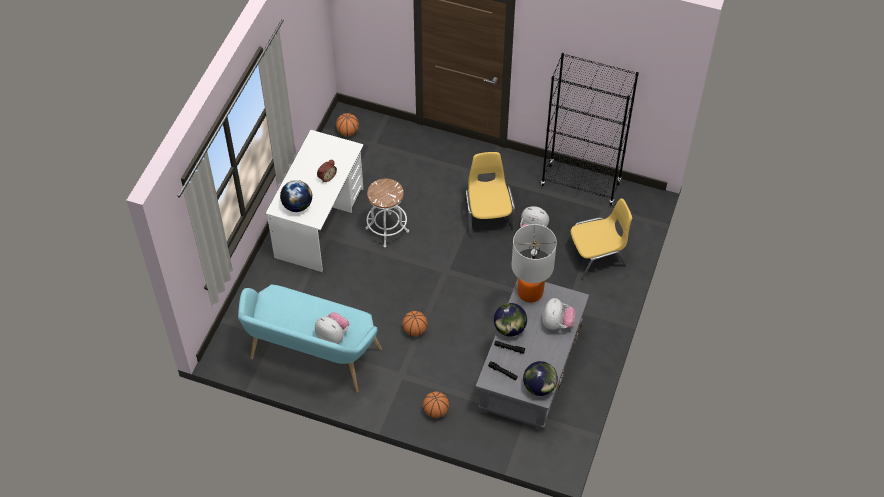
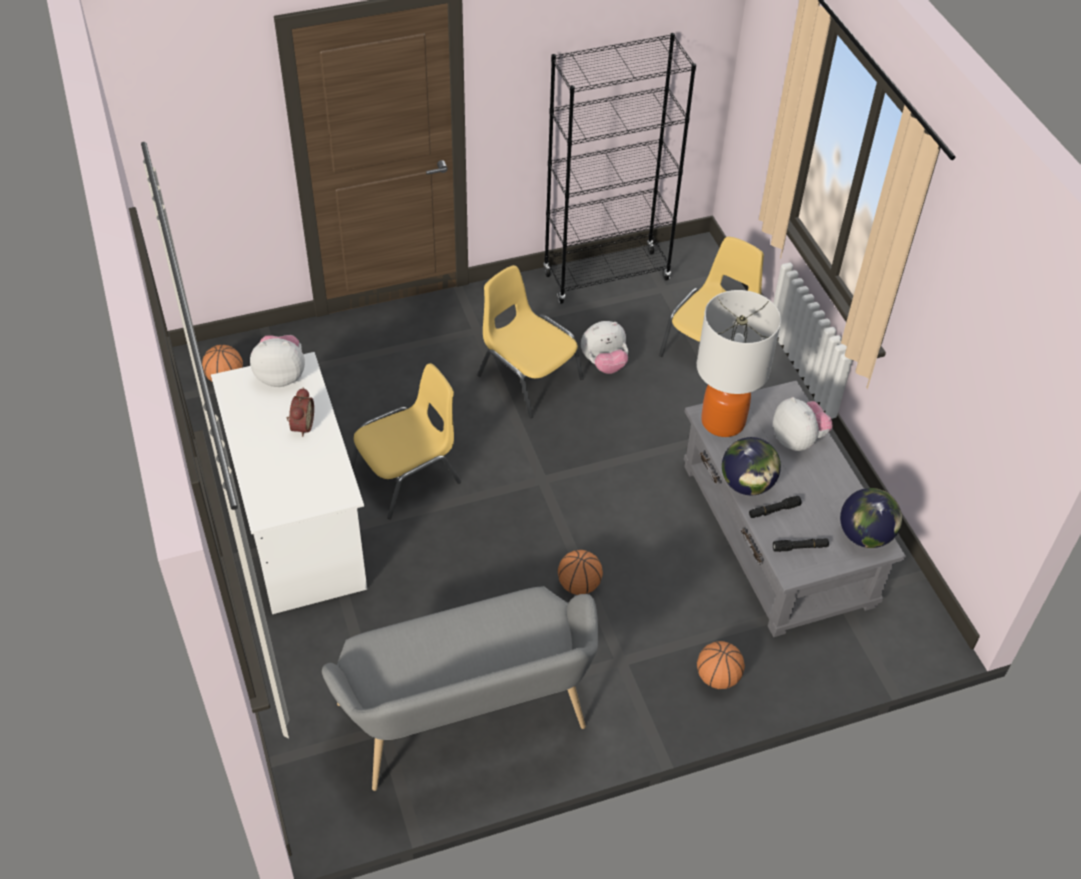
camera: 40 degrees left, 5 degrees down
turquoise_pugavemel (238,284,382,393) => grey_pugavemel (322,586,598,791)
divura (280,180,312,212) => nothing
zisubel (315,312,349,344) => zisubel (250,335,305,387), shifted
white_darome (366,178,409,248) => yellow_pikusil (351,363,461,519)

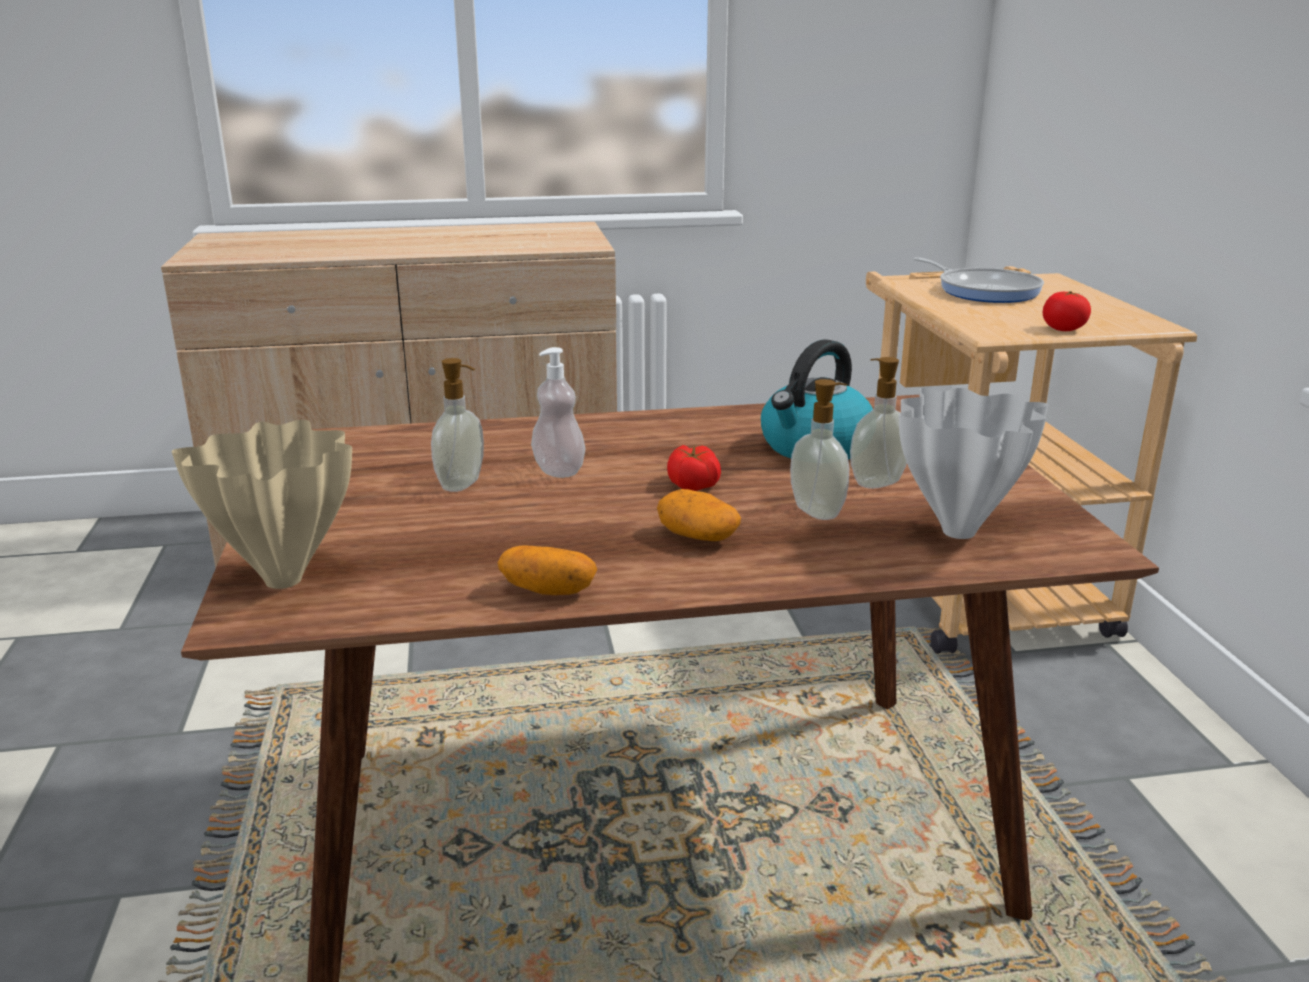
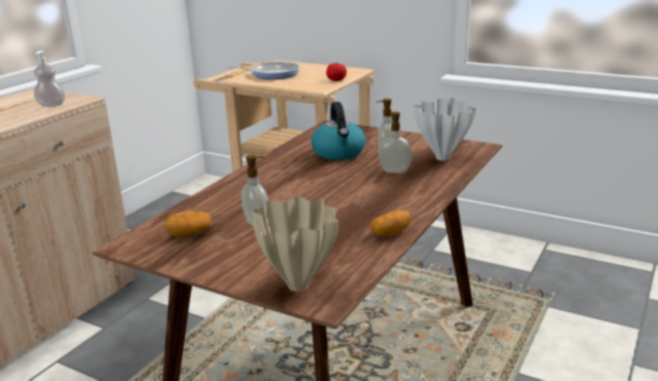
camera: 50 degrees left, 0 degrees up
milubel (531,347,586,478) => milubel (34,51,65,107), shifted
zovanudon (657,489,741,541) => zovanudon (165,211,212,237), shifted
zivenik (667,445,721,491) => nothing

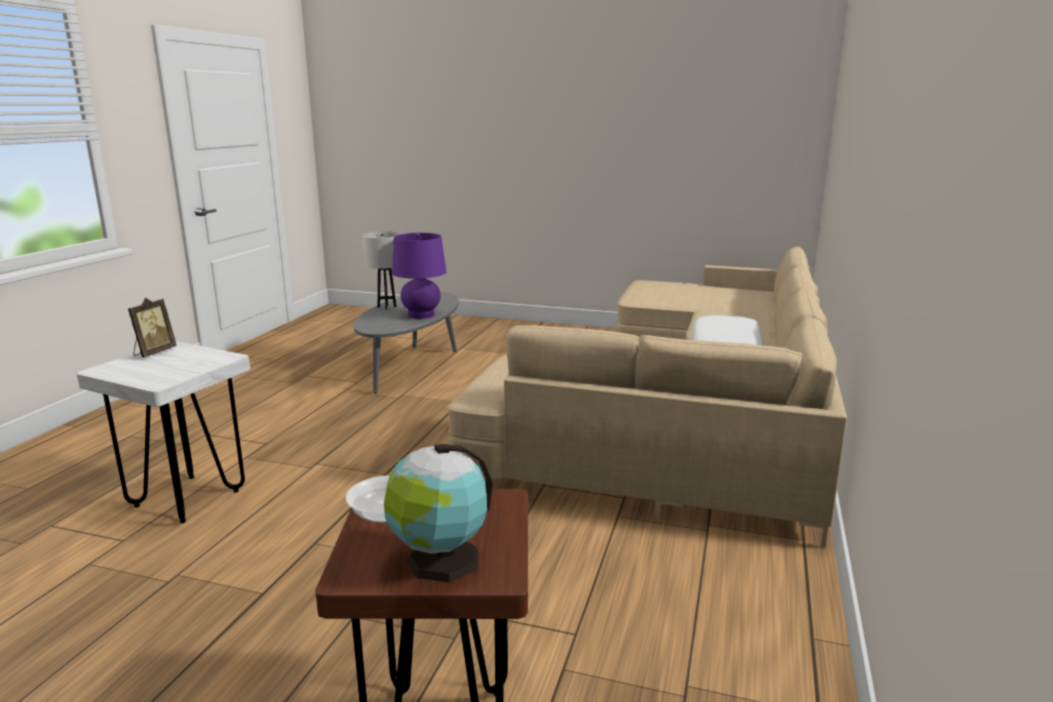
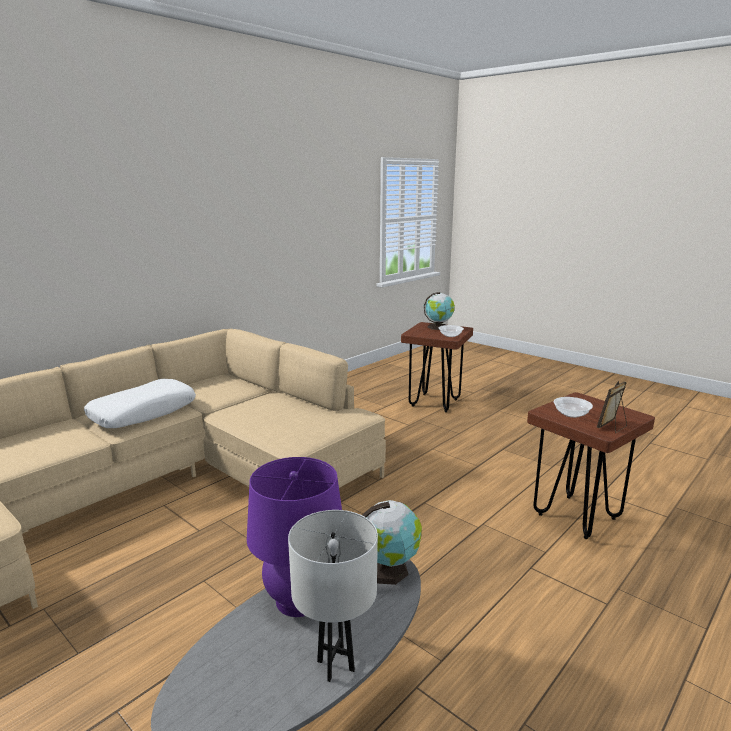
camera: 155 degrees left, 0 degrees up
white_darome (76,342,250,523) => brown_darome (527,392,655,539)
nothing => divura (362,500,422,585)
nothing => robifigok (554,397,593,418)

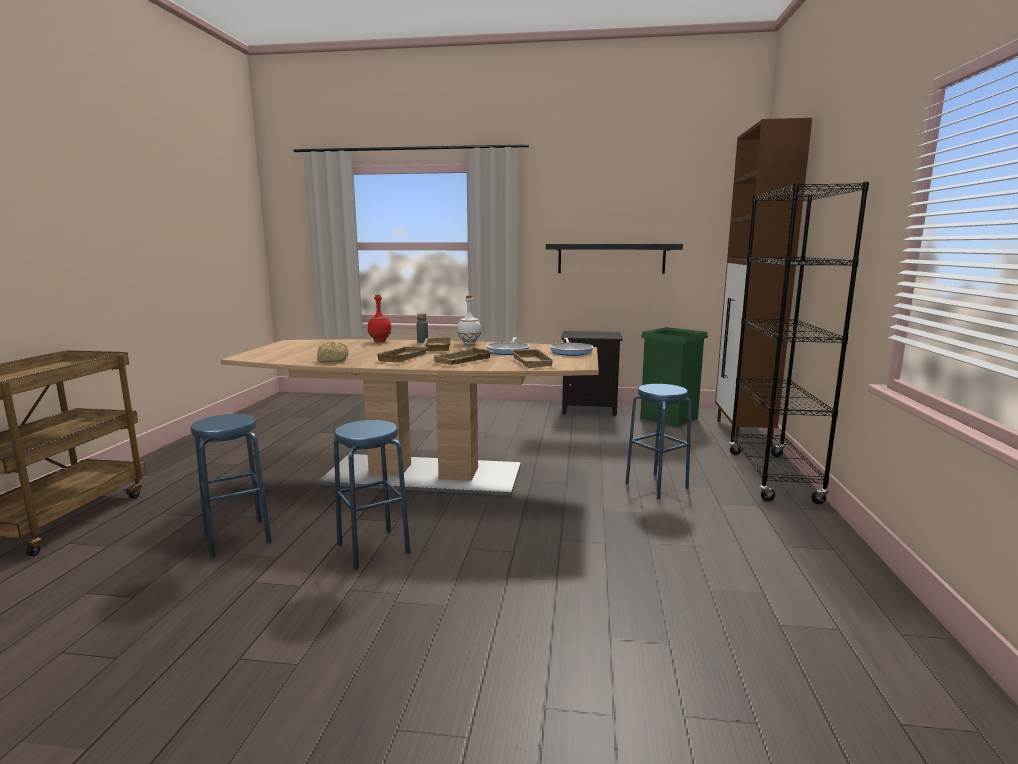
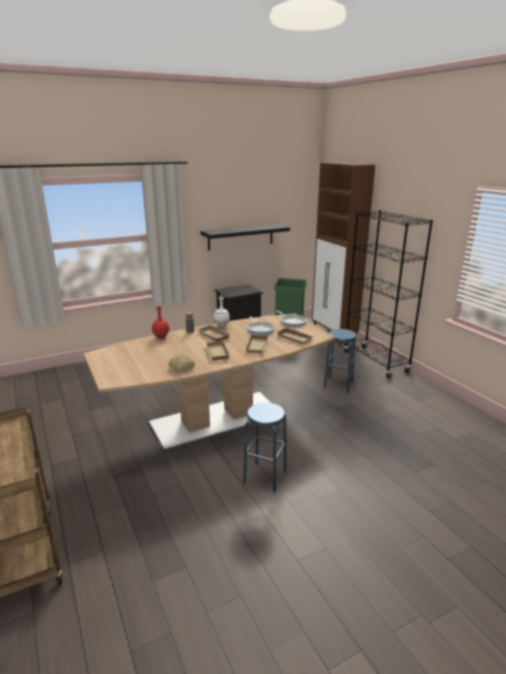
camera: 35 degrees left, 10 degrees up
blue_darome (191,414,272,558) => nothing

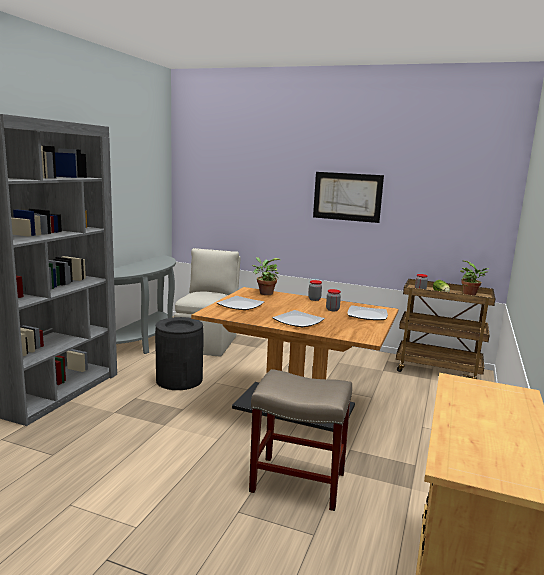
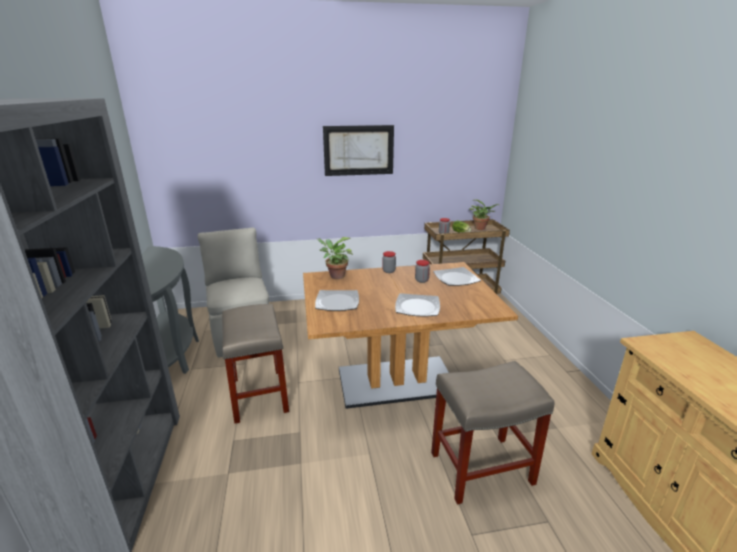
camera: 30 degrees left, 10 degrees up
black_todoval (155,317,204,390) => beige_darome (222,304,289,424)

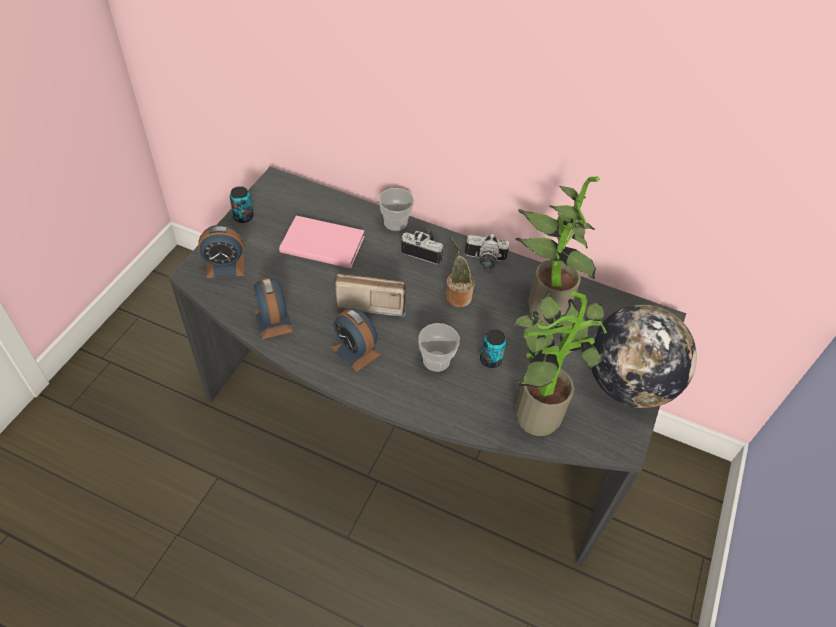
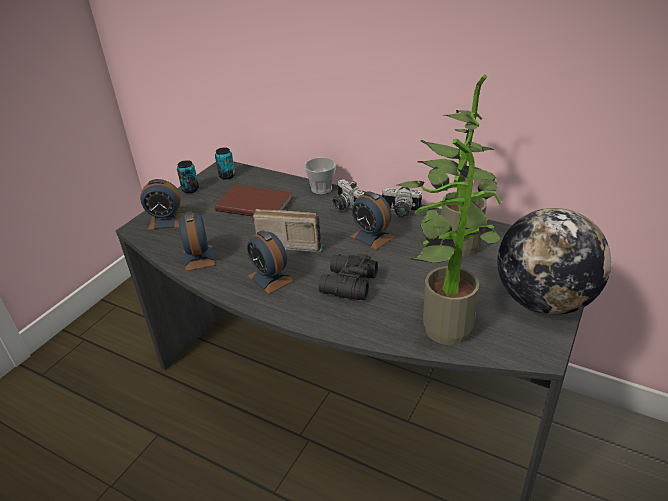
camera: 10 degrees right, 15 degrees down
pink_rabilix (279,215,365,268) => brown_rabilix (215,185,293,217)
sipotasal (401,229,443,264) => sipotasal (332,179,364,210), 150 degrees counterclockwise
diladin (418,323,460,372) => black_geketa (319,254,378,300)
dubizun (445,237,474,308) => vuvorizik (350,191,394,250)
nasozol (480,329,507,368) => nasozol (215,147,235,180), shifted

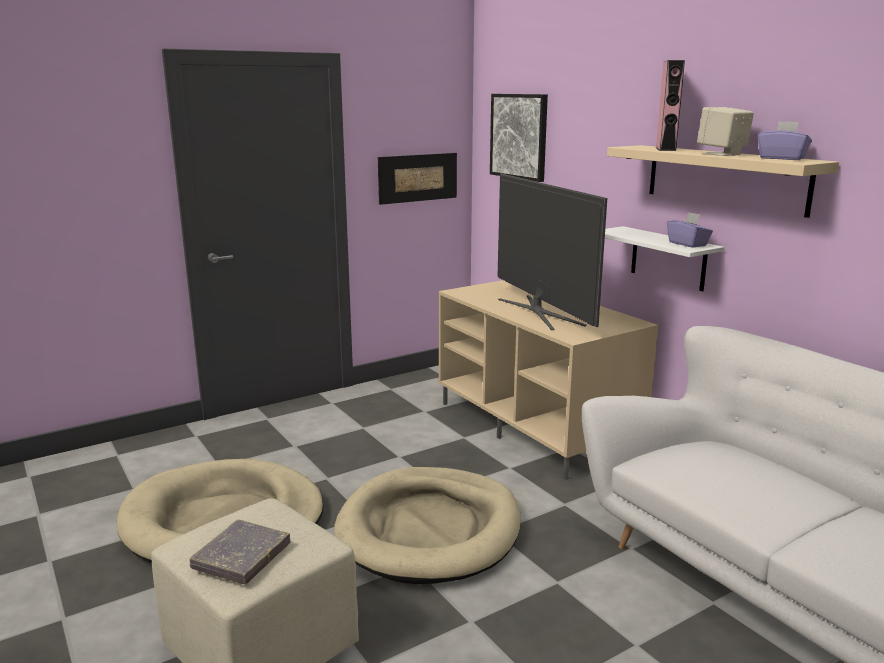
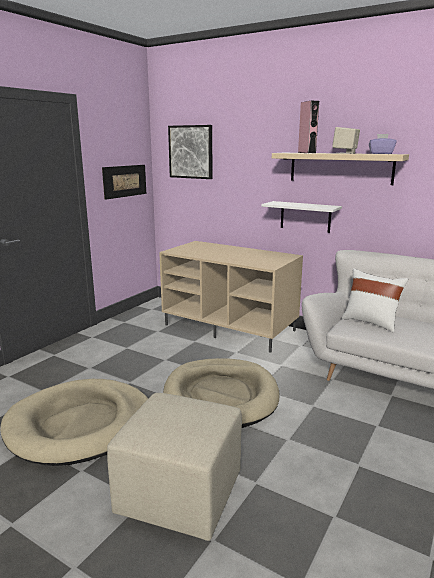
camera: 25 degrees left, 0 degrees up
grey_rabilix (189,520,290,584) => nothing
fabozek (498,174,607,330) => nothing
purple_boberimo (667,212,713,247) => nothing
nothing => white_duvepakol (342,268,408,332)

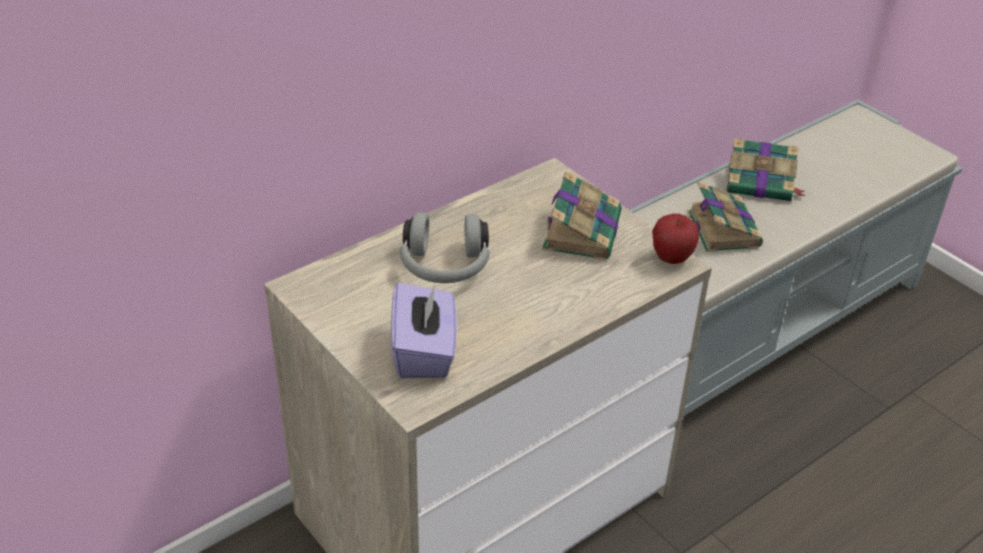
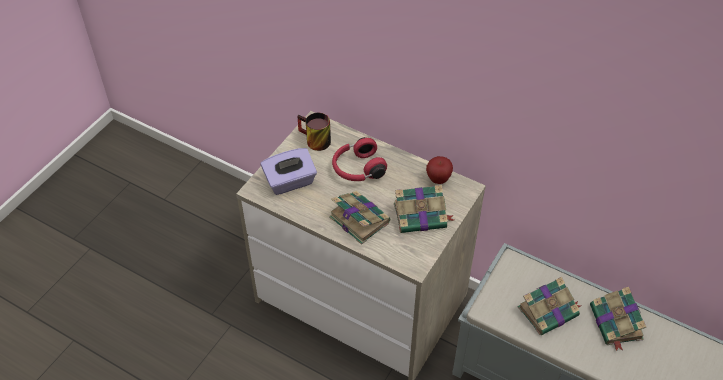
camera: 70 degrees right, 10 degrees up
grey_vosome (400,212,490,283) => red_vosome (332,137,387,181)
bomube (652,213,699,264) => bomube (426,156,453,184), shifted
nothing => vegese (297,113,331,151)
nothing => rabilix (329,191,390,245)

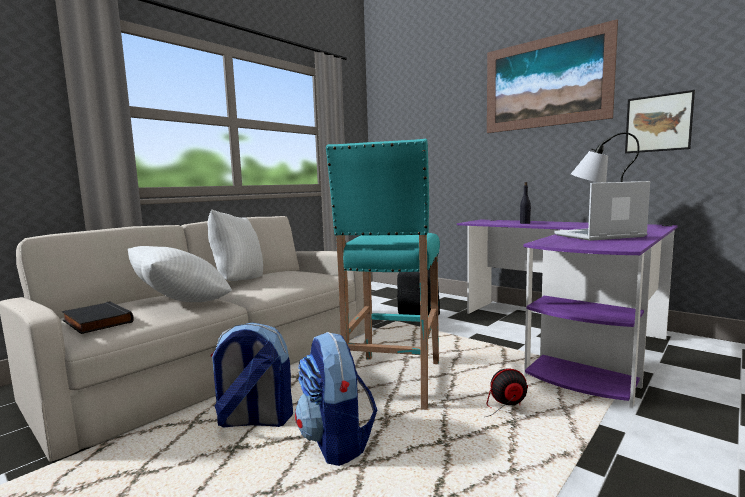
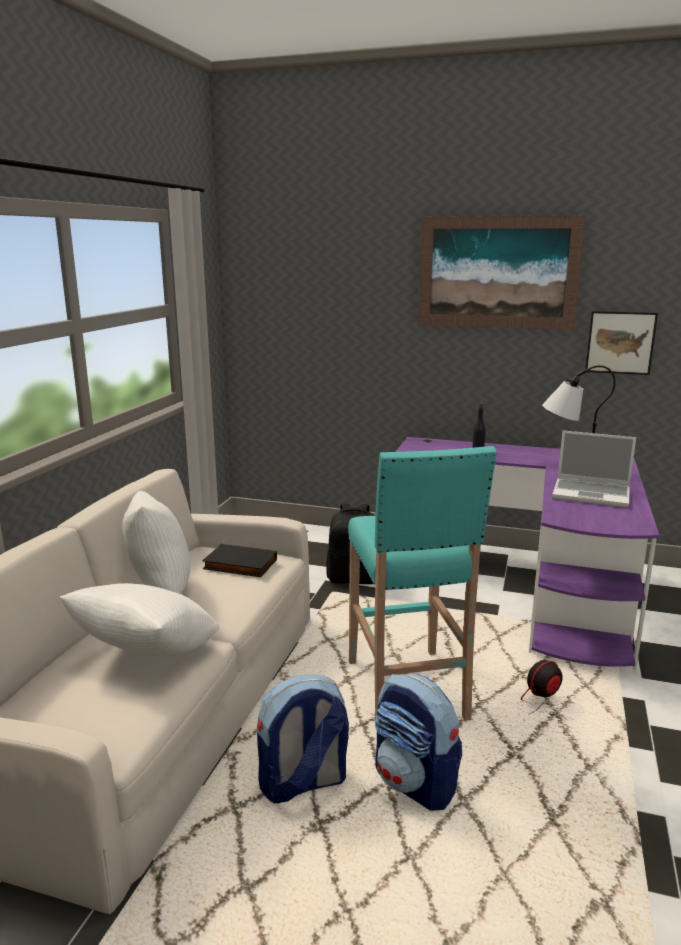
camera: 25 degrees left, 10 degrees up
black_rabilix (62,301,134,334) => black_rabilix (202,544,277,577), shifted
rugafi (555,181,650,241) => rugafi (552,431,636,508), 120 degrees counterclockwise

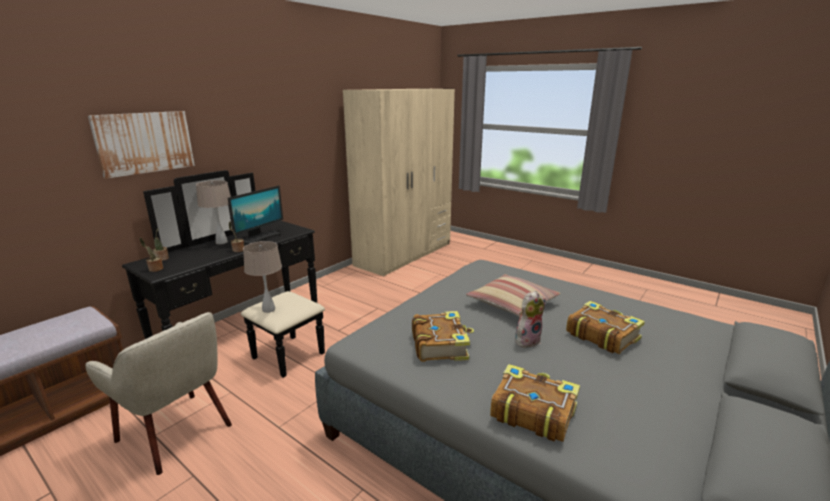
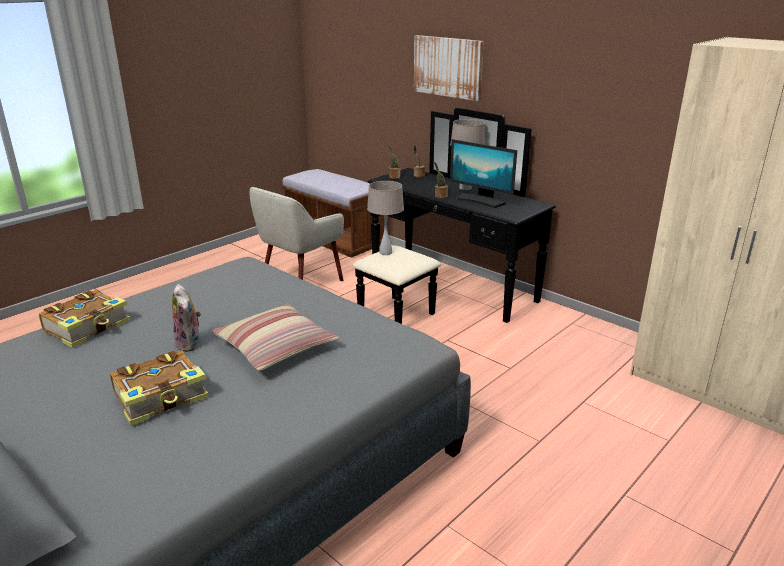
camera: 95 degrees right, 5 degrees up
rabilix (412,311,474,362) => nothing

